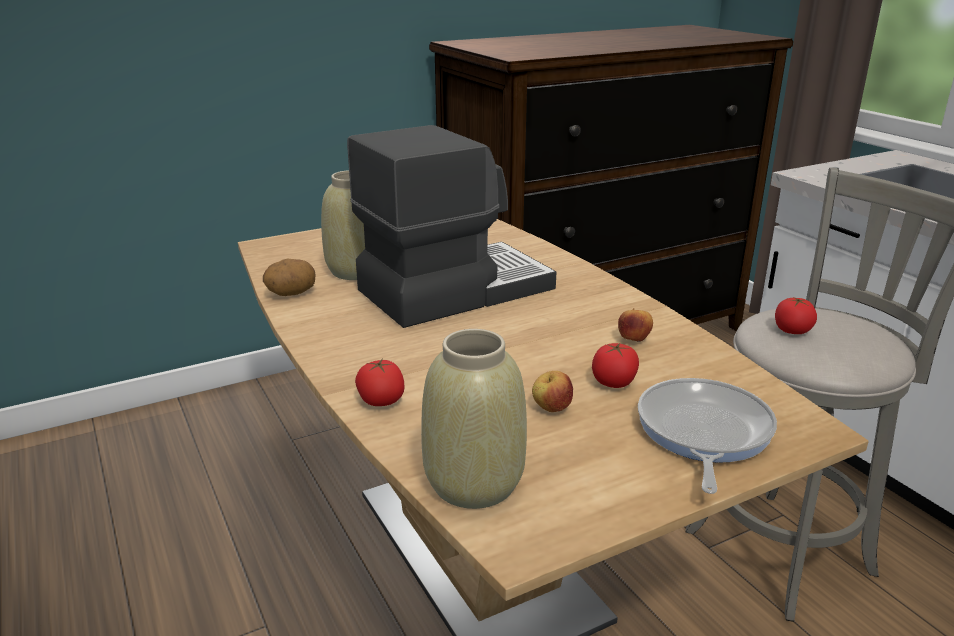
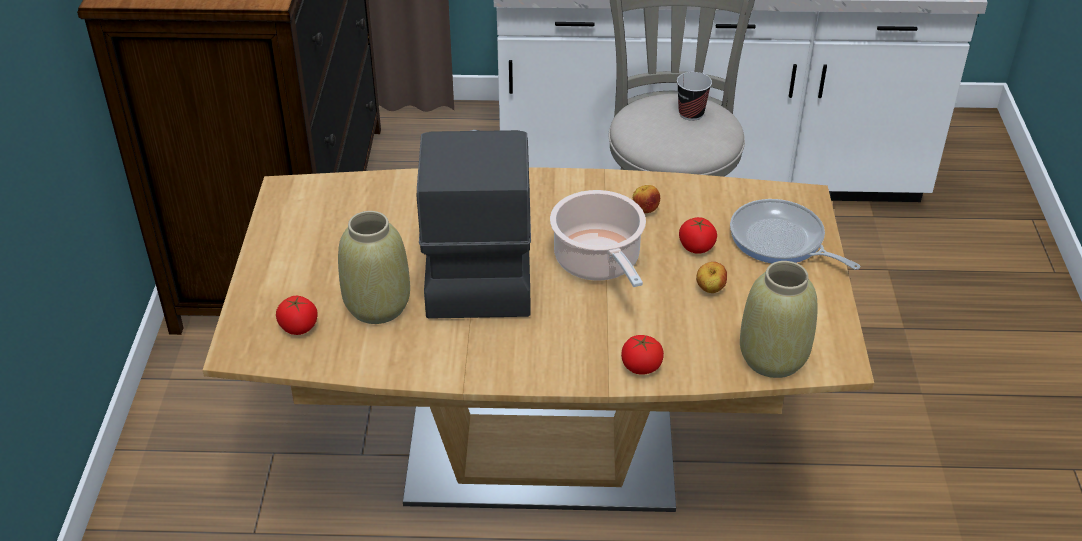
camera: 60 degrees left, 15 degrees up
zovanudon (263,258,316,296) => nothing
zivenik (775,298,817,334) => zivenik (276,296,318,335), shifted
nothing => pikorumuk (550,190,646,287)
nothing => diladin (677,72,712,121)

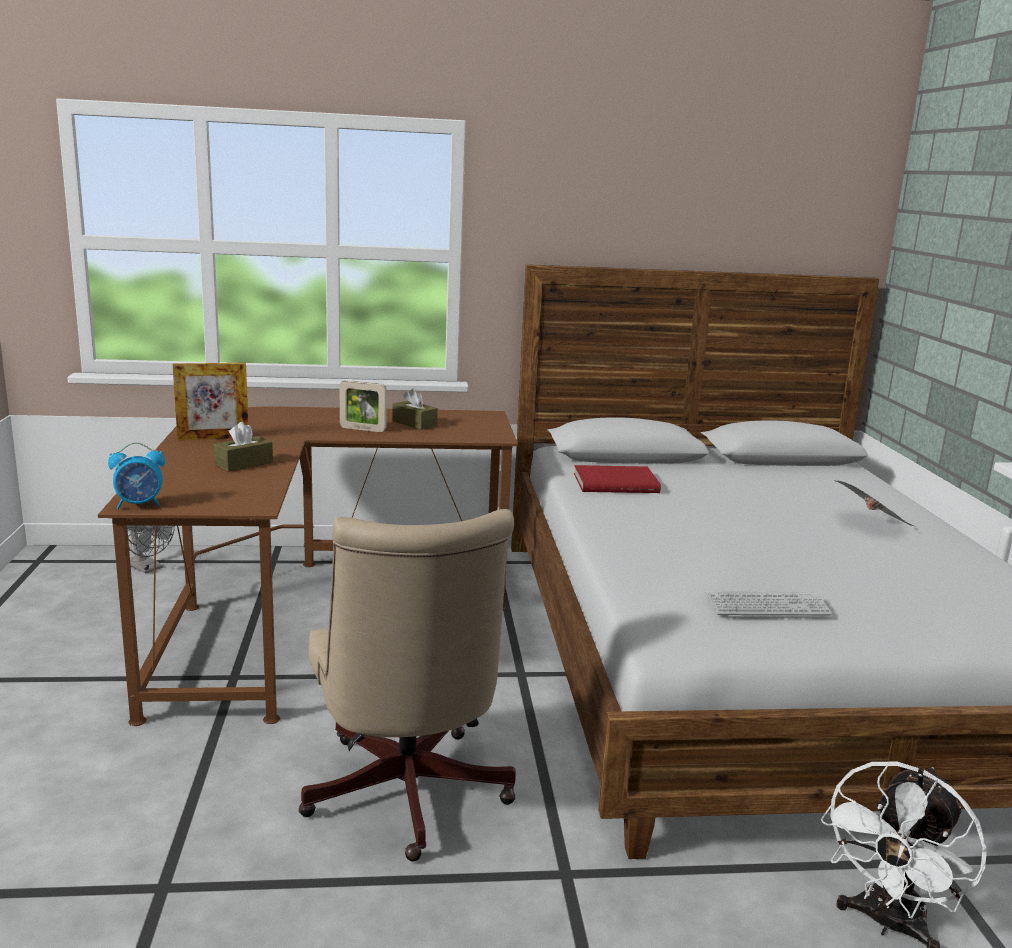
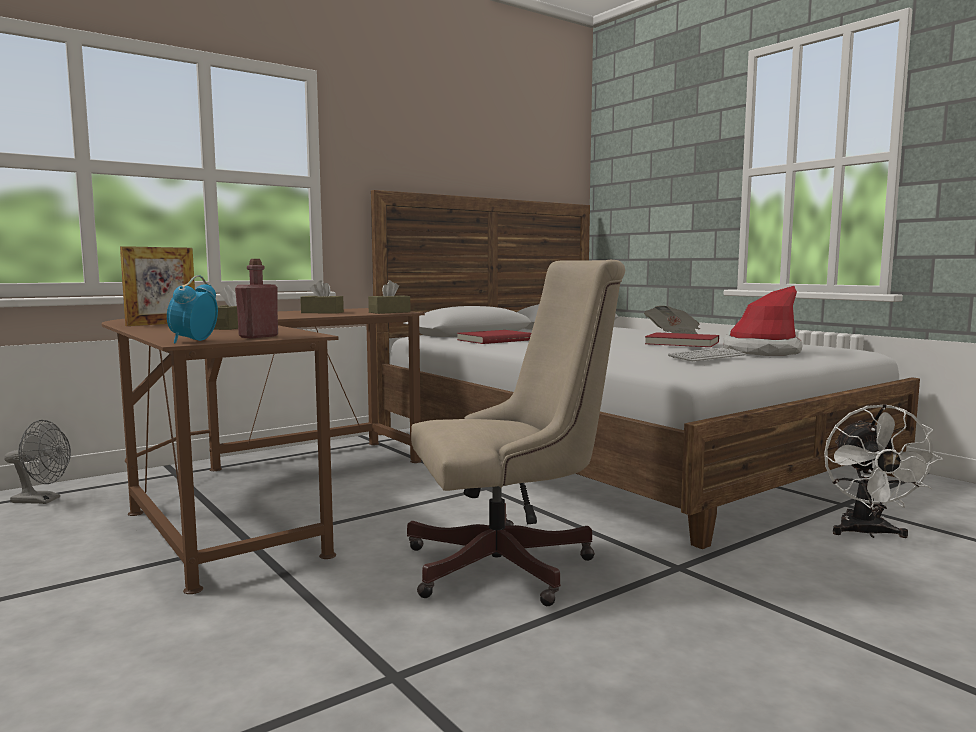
camera: 30 degrees left, 10 degrees down
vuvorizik (108,442,165,509) => vuvorizik (167,275,218,344), 150 degrees clockwise
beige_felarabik (299,509,516,862) => beige_felarabik (407,260,625,606), 60 degrees counterclockwise
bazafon (340,381,387,432) => nothing
nothing => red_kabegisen (235,259,278,338)
nothing => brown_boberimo (368,280,411,314)
nothing => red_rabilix (645,332,719,347)
nothing => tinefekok (723,286,802,356)

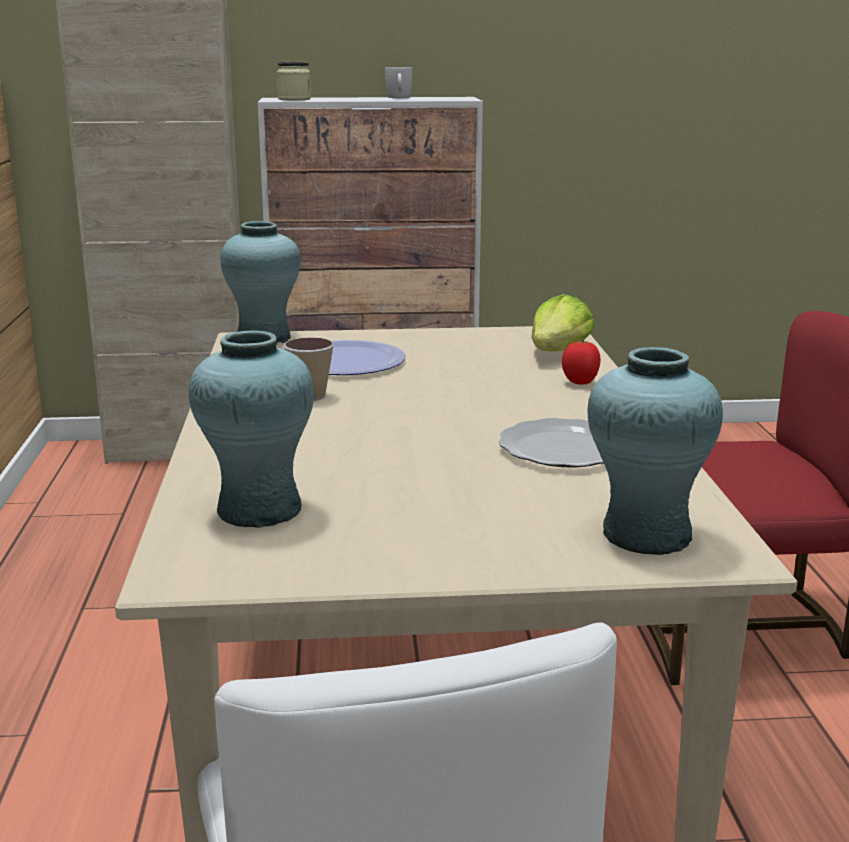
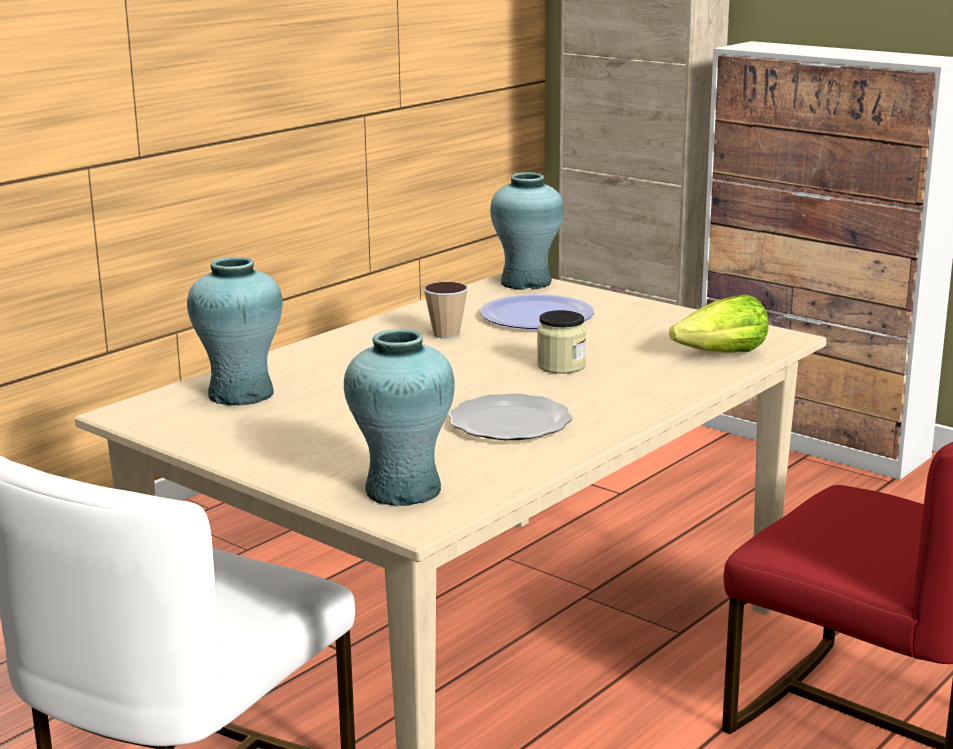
camera: 45 degrees right, 0 degrees up
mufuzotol (277,62,311,100) => mufuzotol (537,310,586,374), shifted
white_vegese (385,67,412,98) => nothing
zivenik (562,340,601,385) => nothing

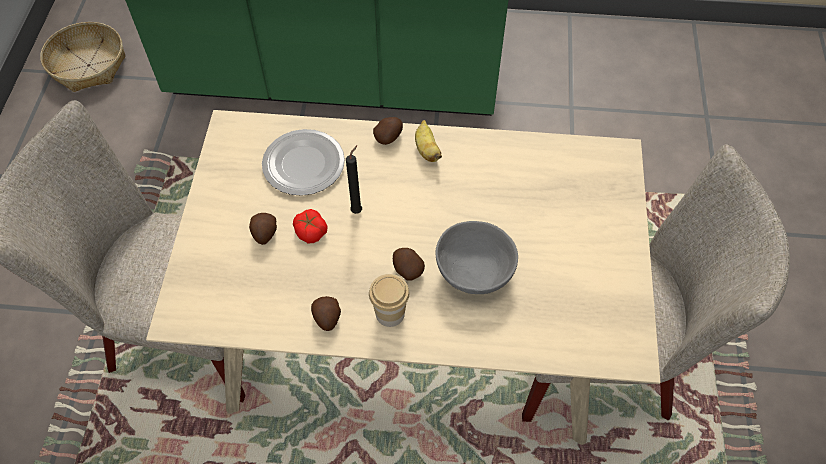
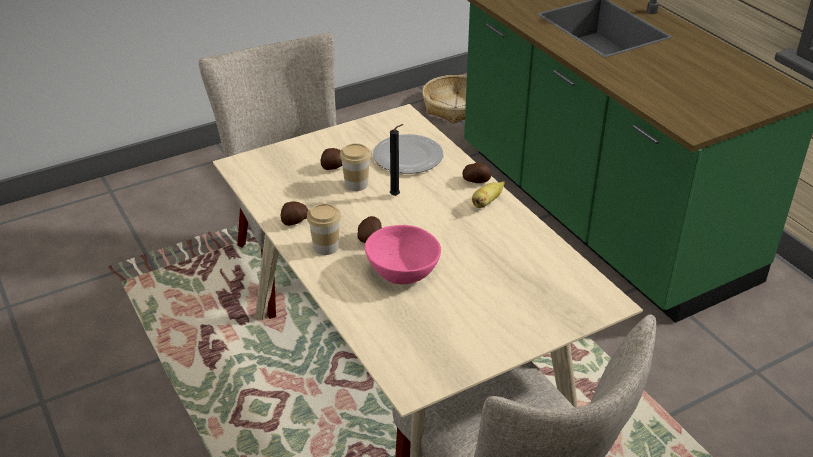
camera: 55 degrees right, 20 degrees down
zivenik (293,209,328,244) => diladin (340,143,371,191)
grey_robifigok (436,221,518,294) => pink_robifigok (365,225,441,284)

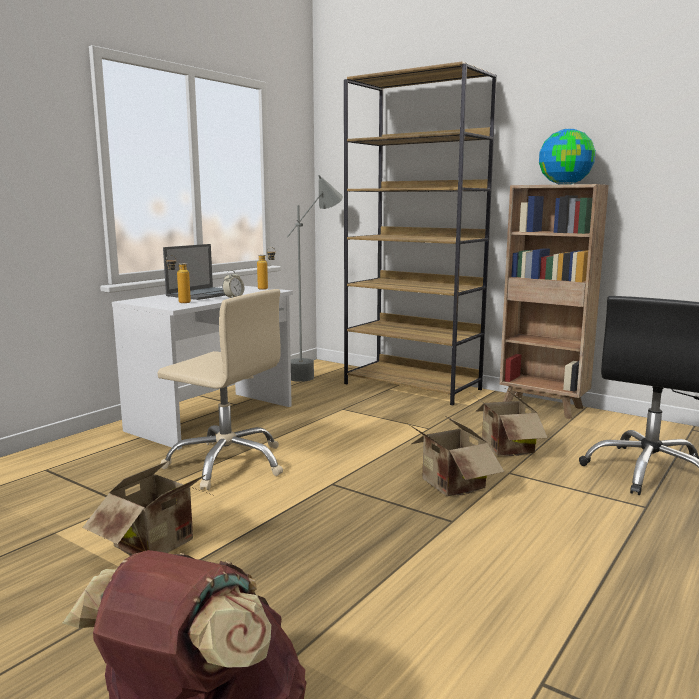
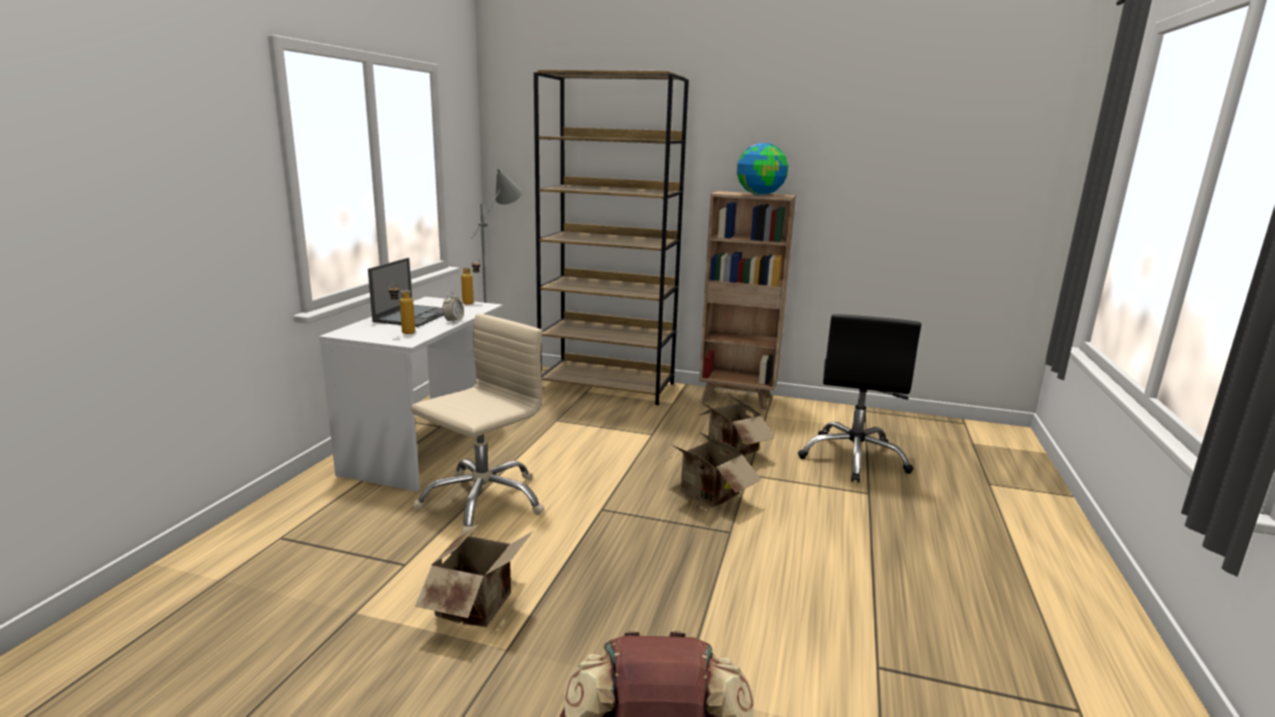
camera: 20 degrees left, 5 degrees up
beige_felarabik (157,289,283,490) => beige_felarabik (411,313,545,536), 60 degrees counterclockwise

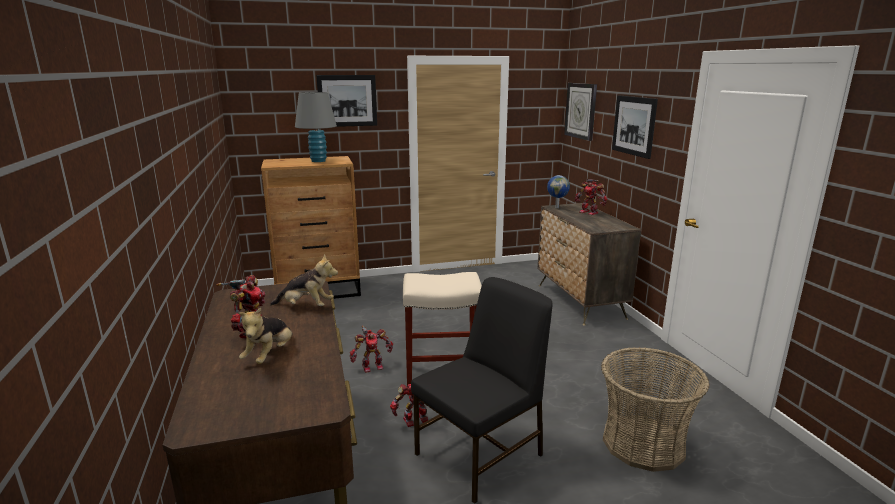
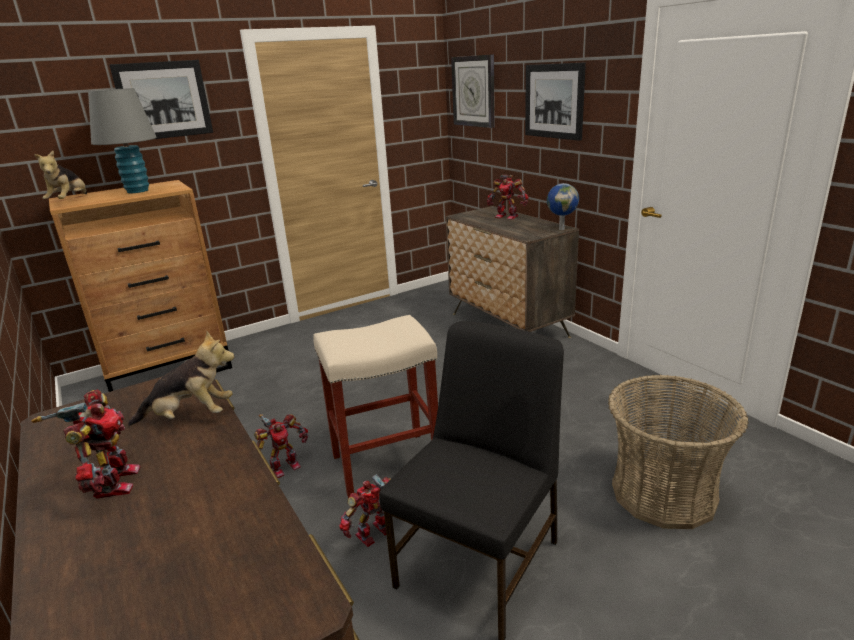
camera: 15 degrees left, 5 degrees up
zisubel (238,307,293,364) => zisubel (35,151,87,199), shifted
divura (547,175,570,208) => divura (547,183,579,230), shifted

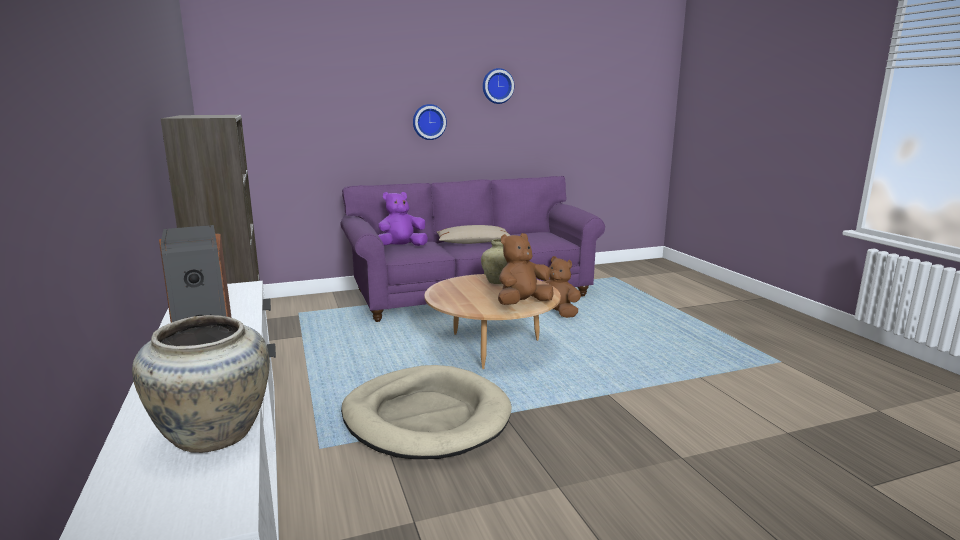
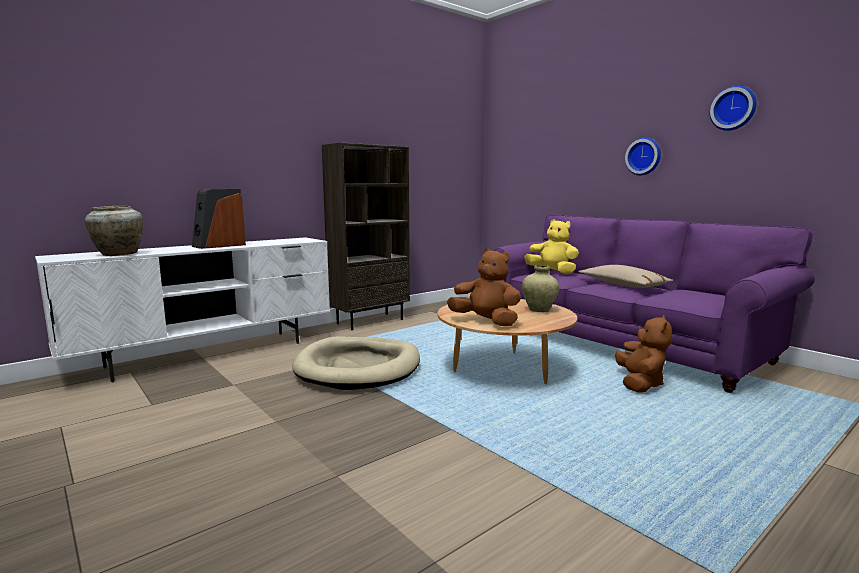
camera: 70 degrees right, 5 degrees down
purple_zisubel (378,192,428,246) => yellow_zisubel (525,219,579,274)

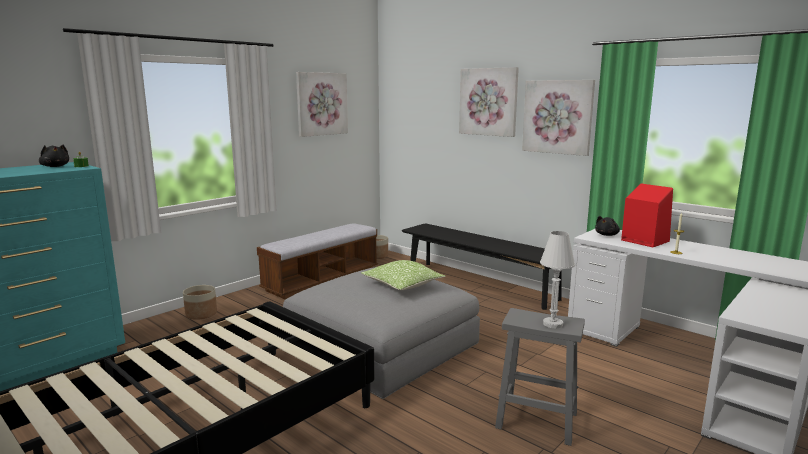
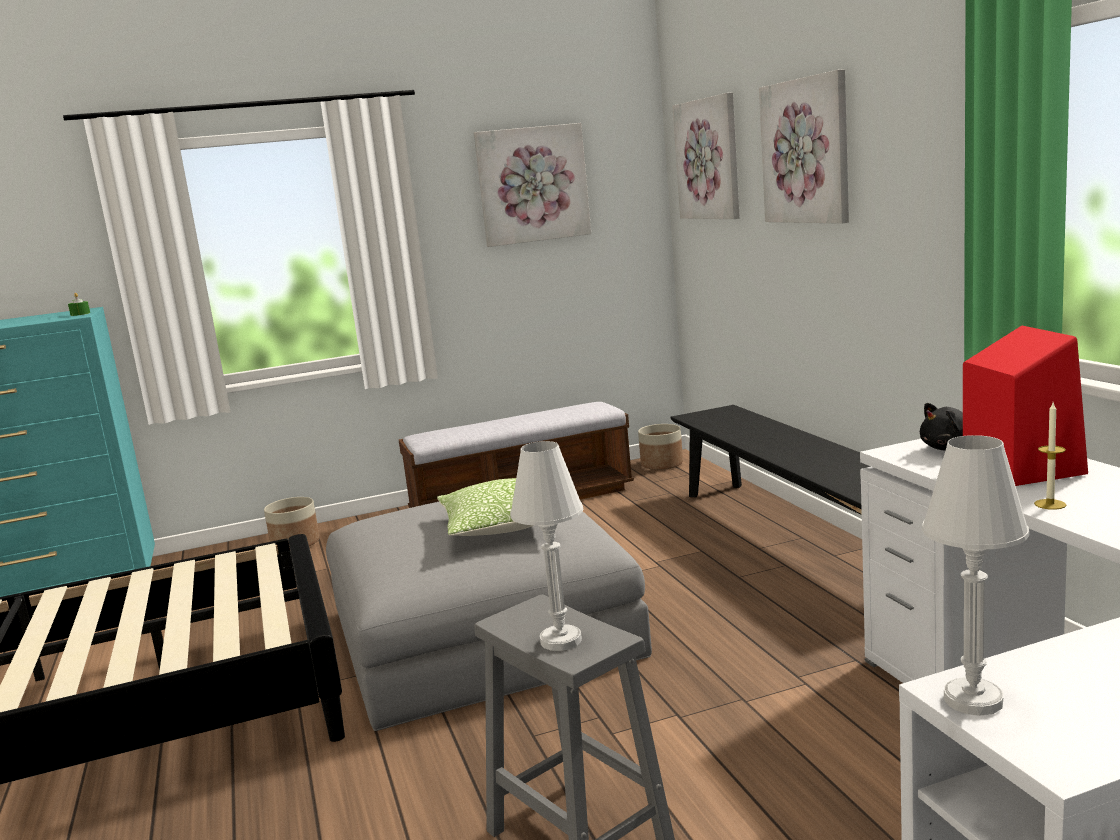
camera: 30 degrees right, 0 degrees up
black_zisubel (39,145,69,167) => nothing
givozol (522,80,595,156) => givozol (672,92,740,219), shifted
nothing => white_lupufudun (922,435,1029,716)

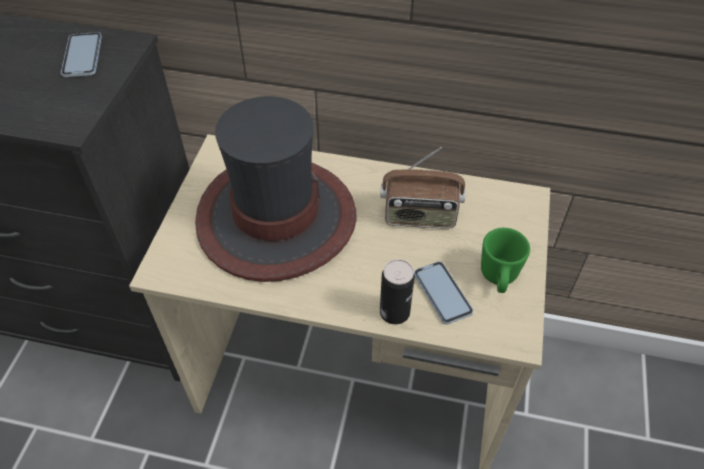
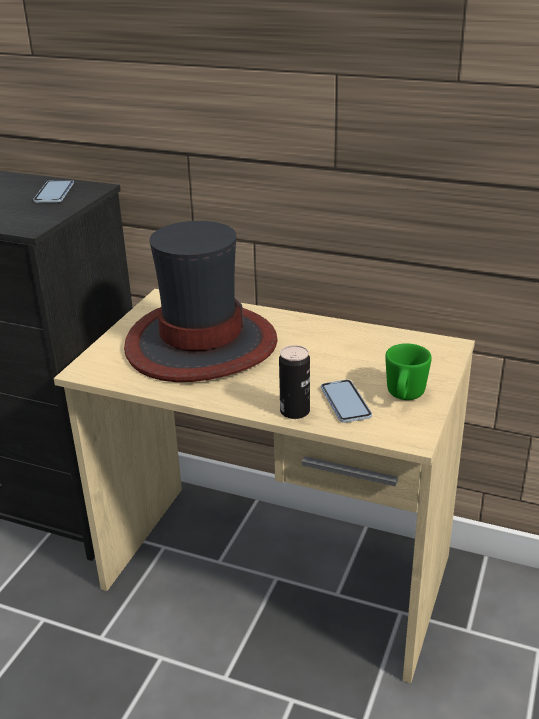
camera: 10 degrees right, 20 degrees down
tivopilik (380,147,466,229) => nothing

